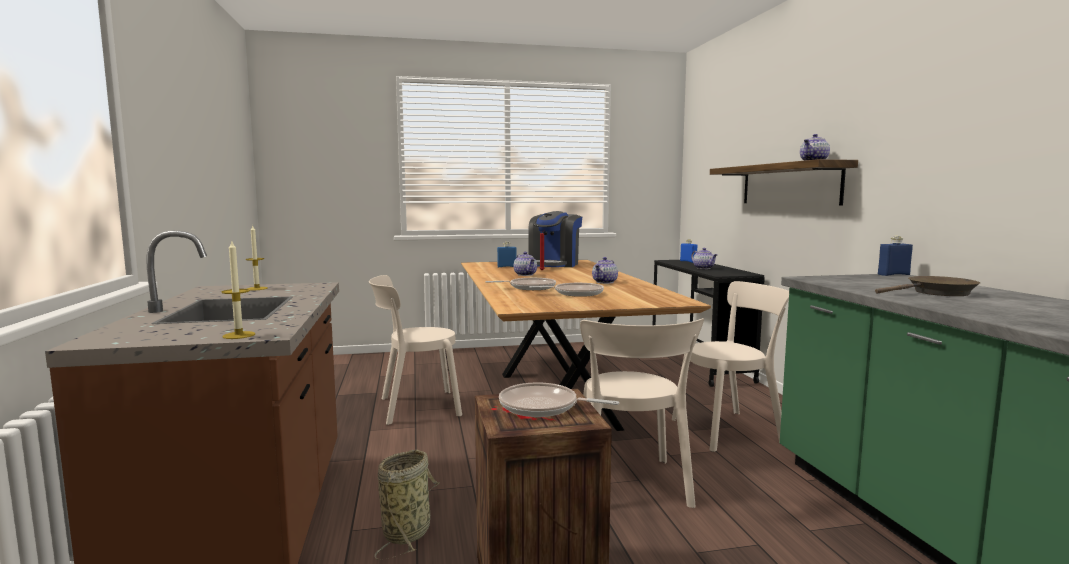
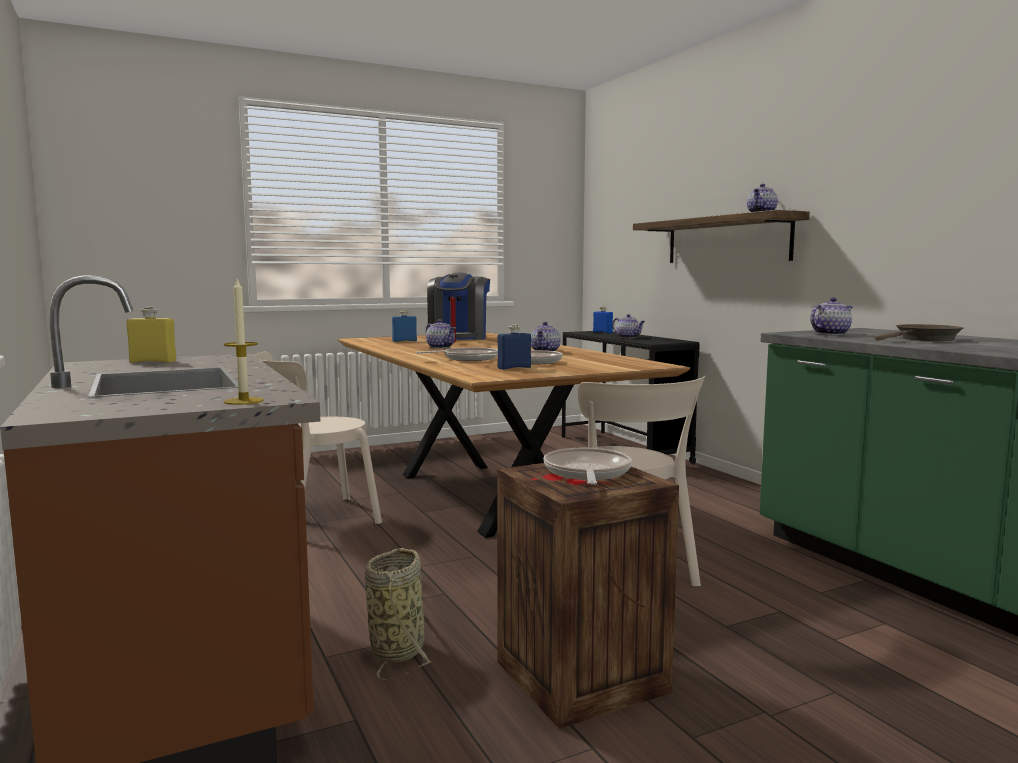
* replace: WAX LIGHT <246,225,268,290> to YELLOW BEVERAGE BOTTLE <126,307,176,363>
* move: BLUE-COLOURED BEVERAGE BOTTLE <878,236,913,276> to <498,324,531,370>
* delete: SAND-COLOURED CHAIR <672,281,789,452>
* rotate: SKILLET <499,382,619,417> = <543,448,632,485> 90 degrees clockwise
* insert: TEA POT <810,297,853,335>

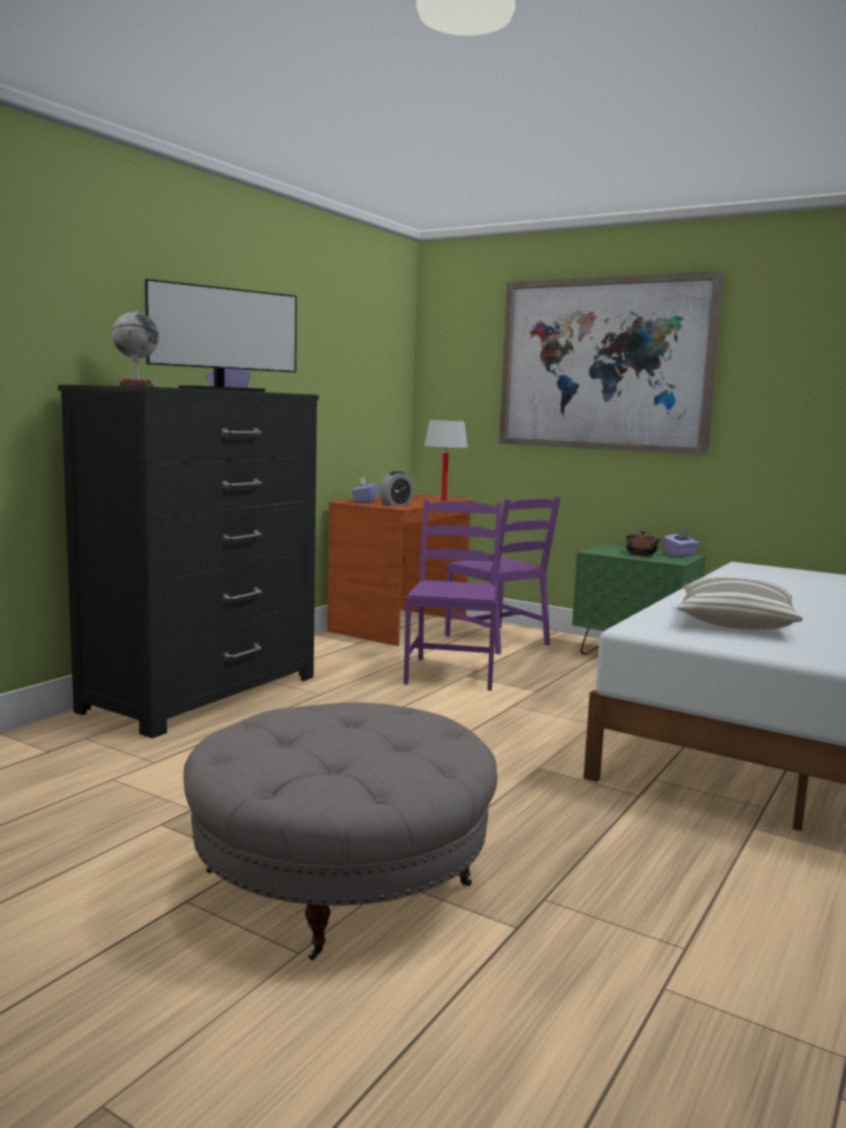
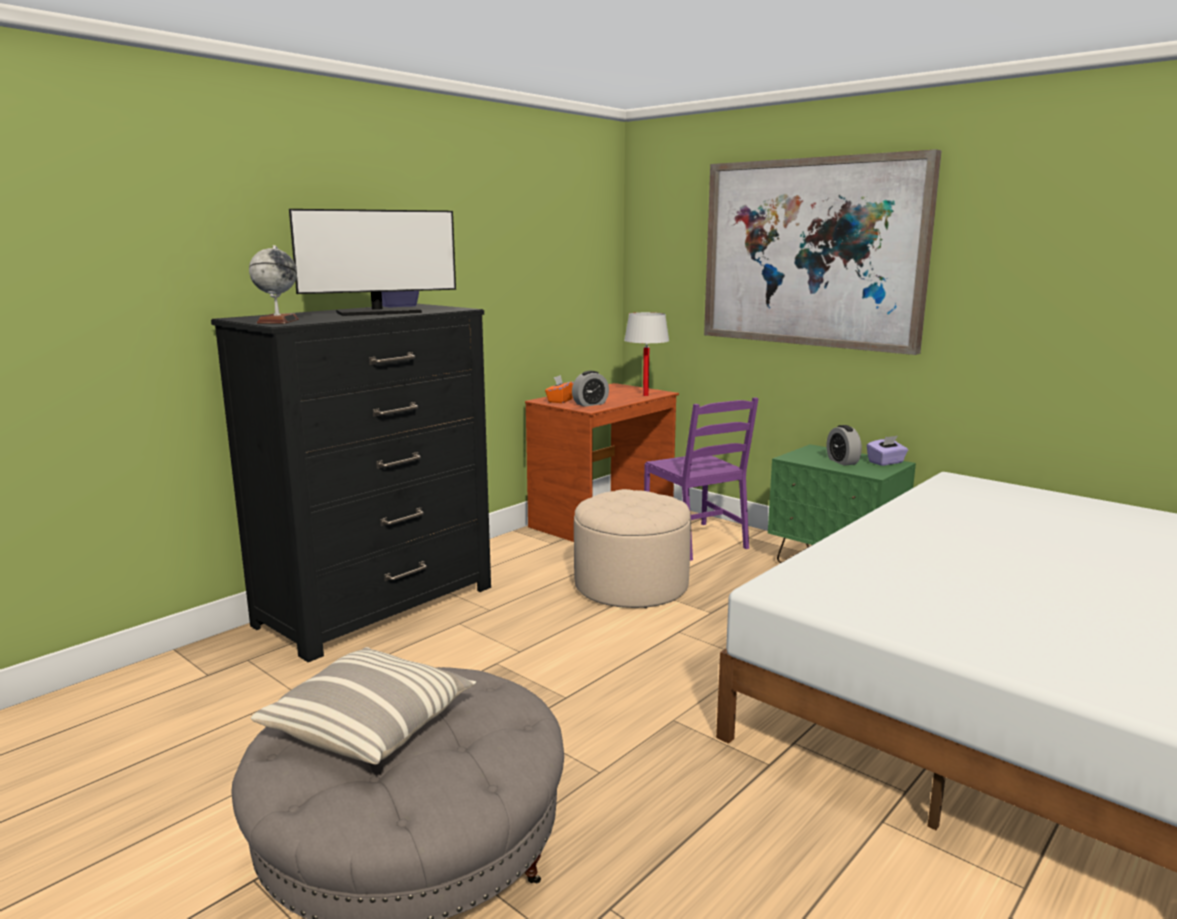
* recolor: PURPLE TISSUE BOX <351,477,379,503> to ORANGE TISSUE BOX <545,375,574,403>
* replace: PURPLE CHAIR <404,499,501,691> to SAND-COLOURED OTTOMAN <574,489,691,608>
* replace: BROWN TEA POT <626,531,661,556> to TABLE CLOCK <827,425,862,466>
* move: CUSHION <677,577,803,630> to <251,647,476,764>

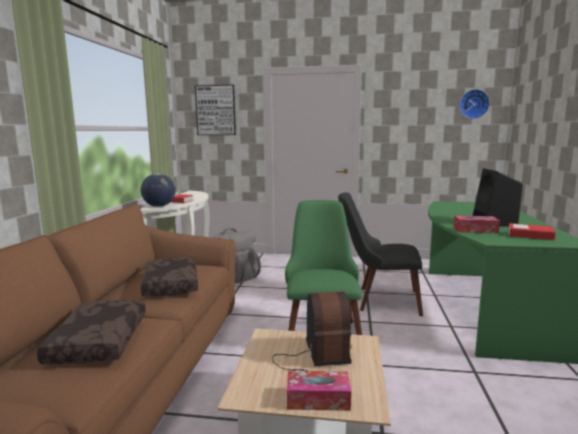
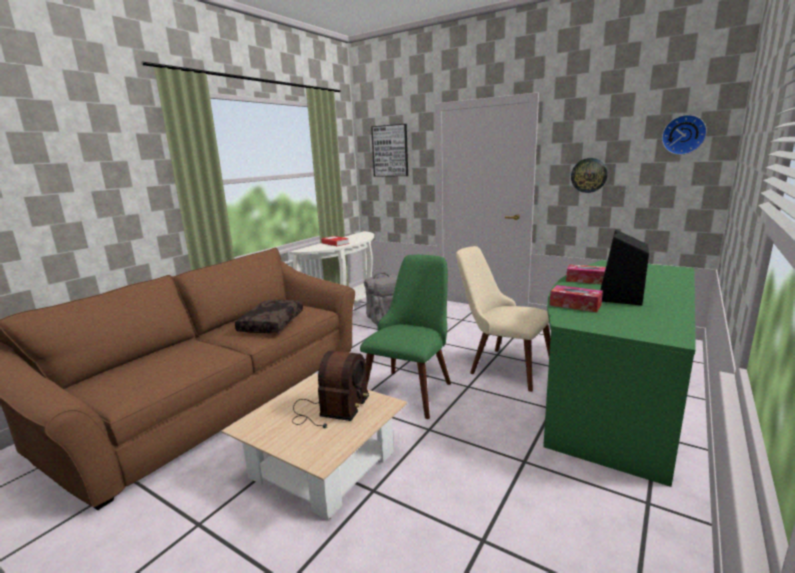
* delete: WORLD GLOBE <141,173,176,207>
* recolor: BLACKISH CHAIR <338,192,423,316> to SAND-COLOURED CHAIR <456,246,550,392>
* delete: VOLUME <508,223,556,240>
* delete: BROWN CUSHION <37,300,146,364>
* move: TISSUE BOX <287,371,351,411> to <566,264,606,284>
* insert: WALL CLOCK <571,158,608,193>

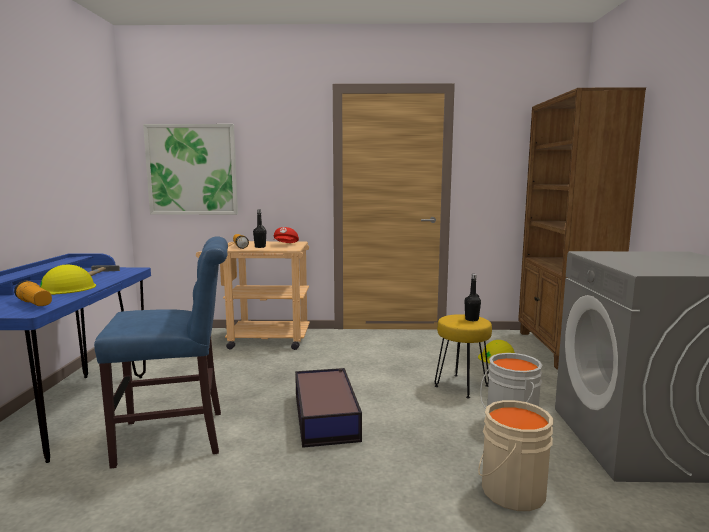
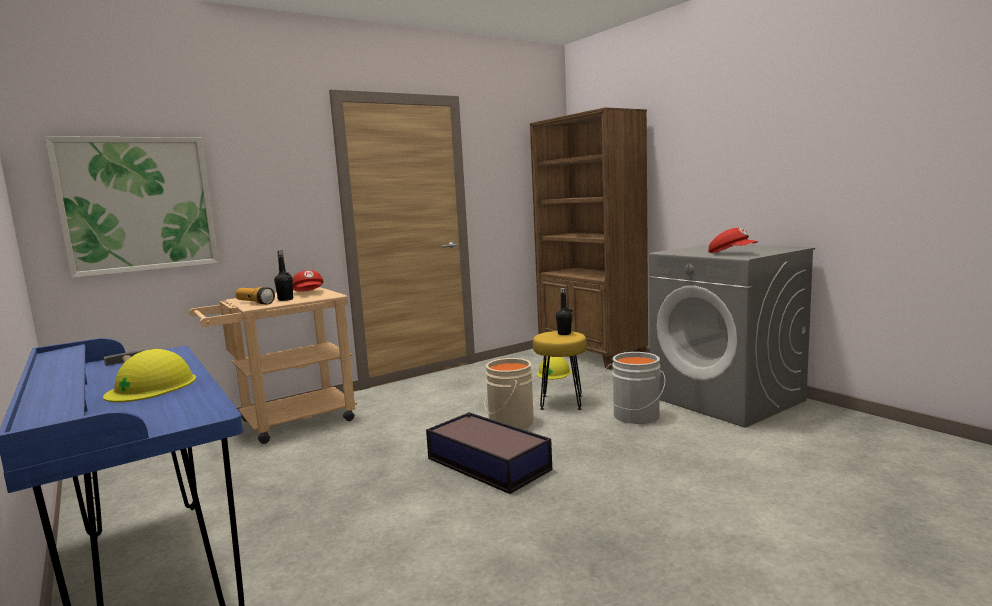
* delete: BLUE-COLOURED CHAIR <94,236,228,469>
* delete: HAND TORCH <14,281,52,306>
* move: SAND-COLOURED PAIL <478,400,553,511> to <484,358,534,429>
* insert: REDDISH BASEBALL CAP <709,228,758,253>

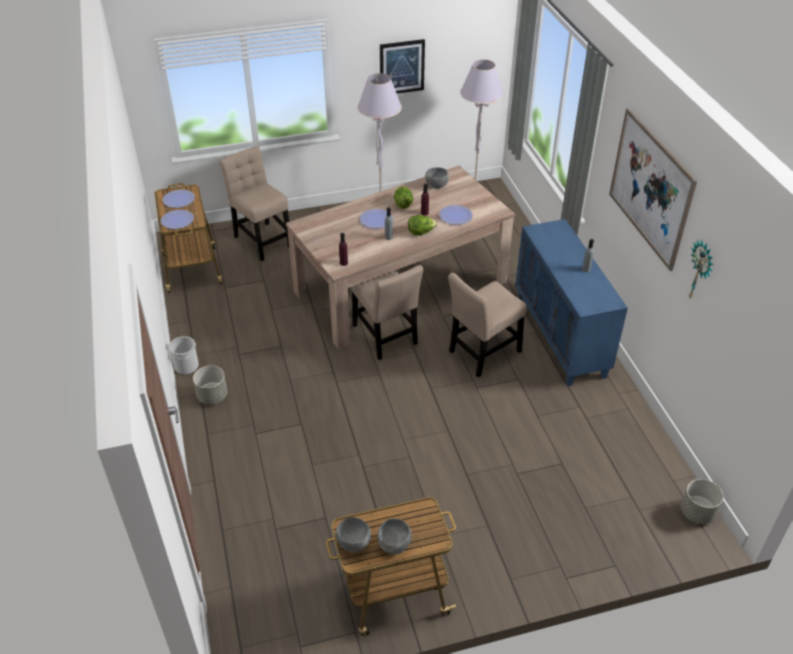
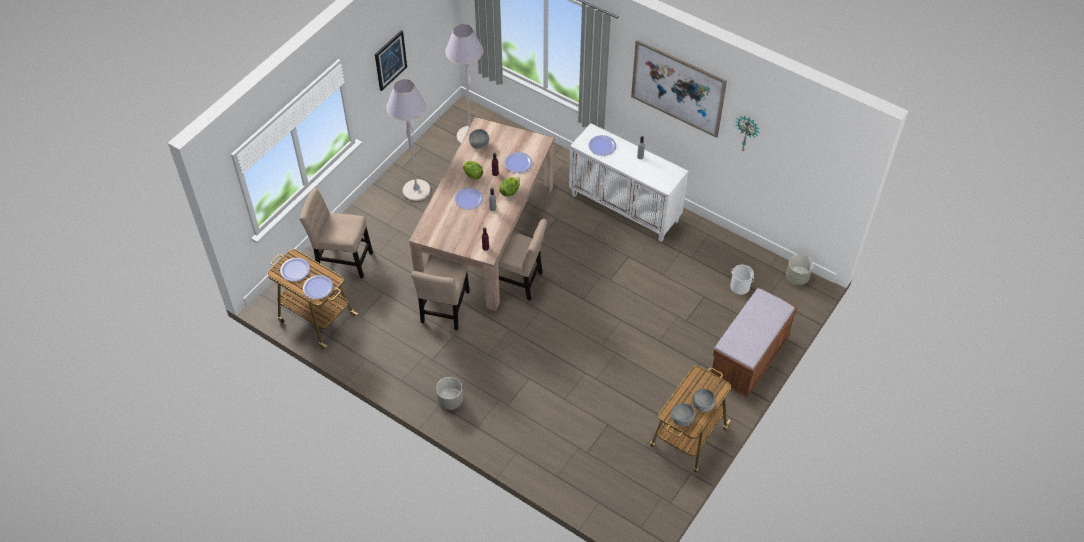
* recolor: BLUE-COLOURED STORAGE CABINET <515,219,628,386> to WHITISH STORAGE CABINET <569,123,689,242>
* move: SAND-COLOURED CHAIR <448,273,526,377> to <411,255,470,330>
* move: PAIL <168,336,199,374> to <730,265,754,295>
* insert: PLATE <588,135,616,156>
* insert: BROWN LONG SEAT <710,287,798,397>

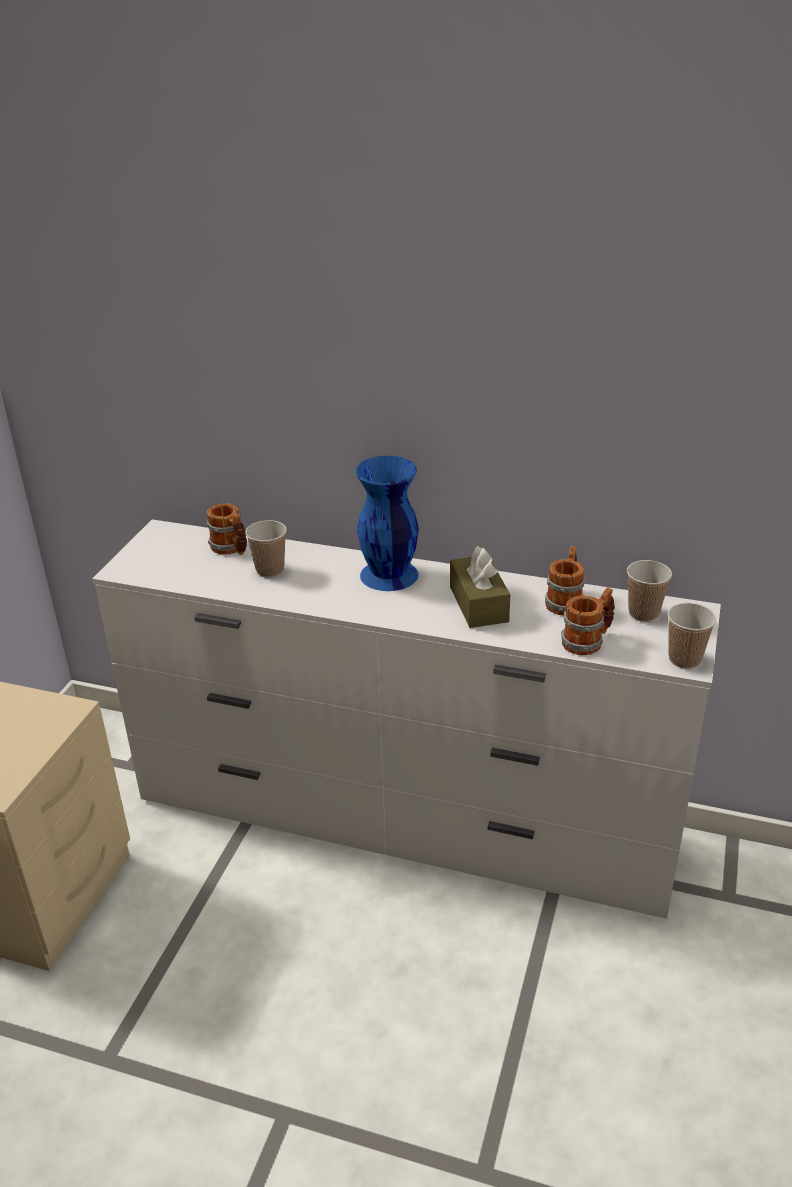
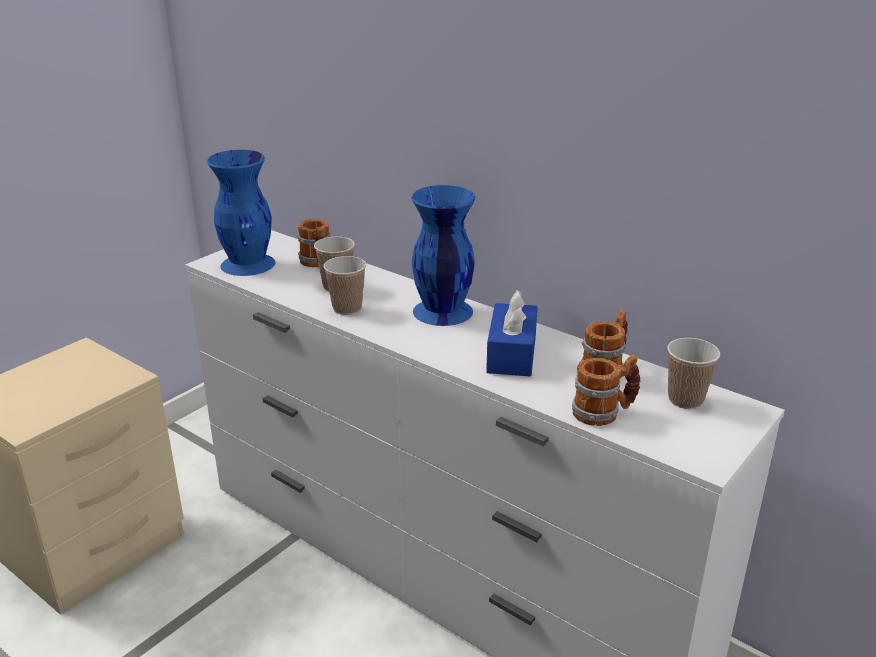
* recolor: BROWN TISSUE BOX <450,546,510,628> to BLUE-COLOURED TISSUE BOX <486,290,537,377>
* move: DRINKING CUP <668,603,716,669> to <323,256,366,315>
* insert: BLUE-COLOURED DECORATIVE VASE <207,150,275,276>

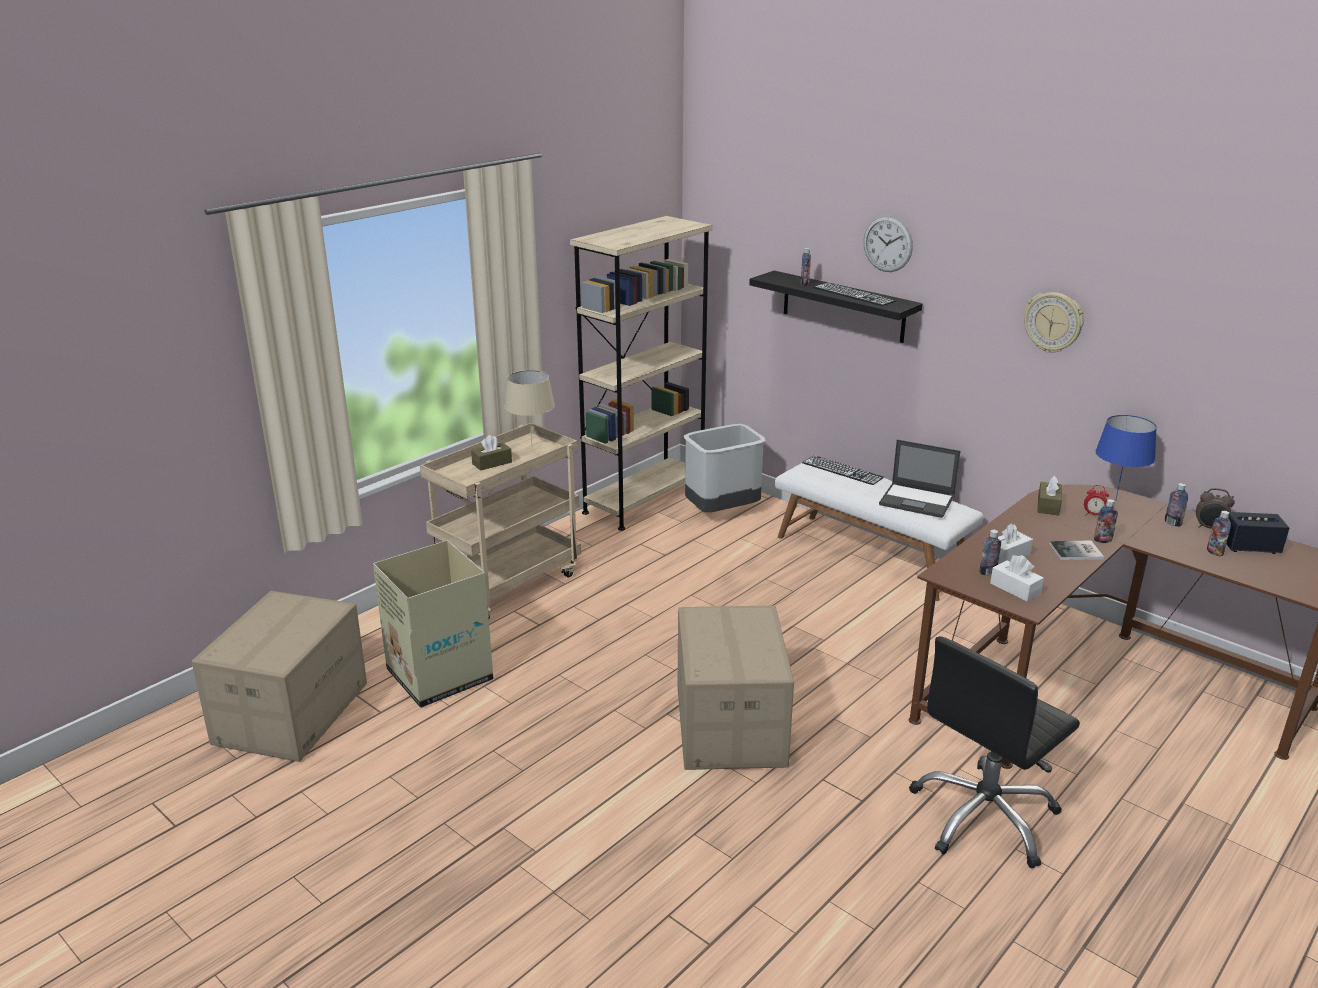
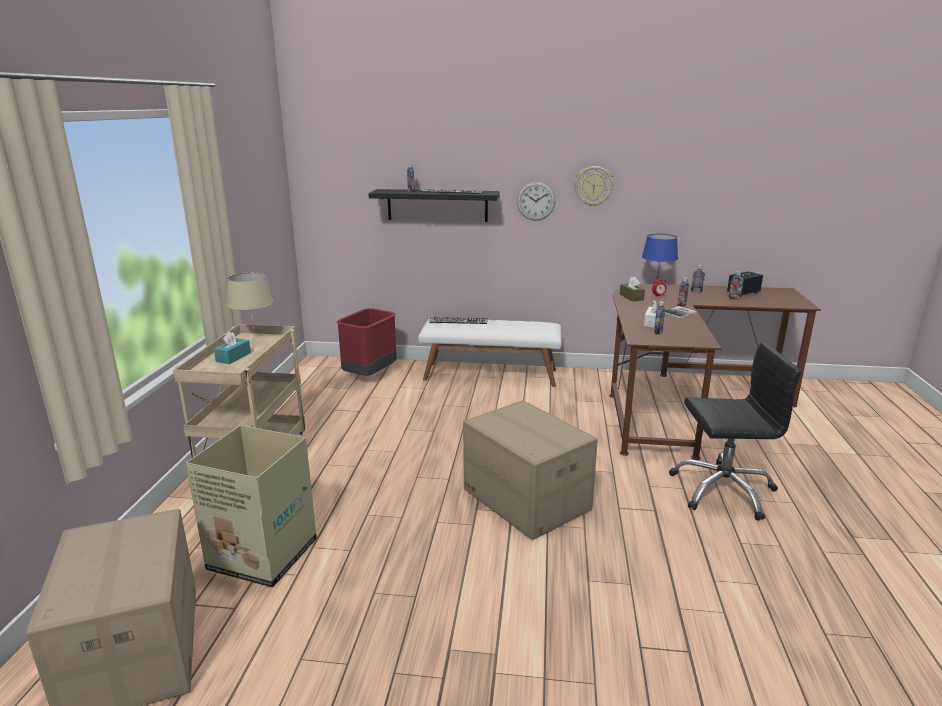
* delete: SAND-COLOURED BOOKCASE <570,216,713,531>
* move: WALL CLOCK <864,216,913,272> to <517,181,556,221>
* recolor: GREYISH WASTE BIN <684,424,766,512> to REDDISH WASTE BIN <336,308,397,376>
* recolor: BROWN TISSUE BOX <471,435,512,471> to TURQUOISE TISSUE BOX <214,331,251,364>
* delete: NOTEBOOK COMPUTER <879,440,960,518>
* delete: TABLE CLOCK <1196,488,1235,529>
* delete: WHITISH TISSUE BOX <990,555,1044,602>
* rotate: BLACKISH DESK CHAIR <909,636,1080,869> = <669,342,801,521> 105 degrees counterclockwise

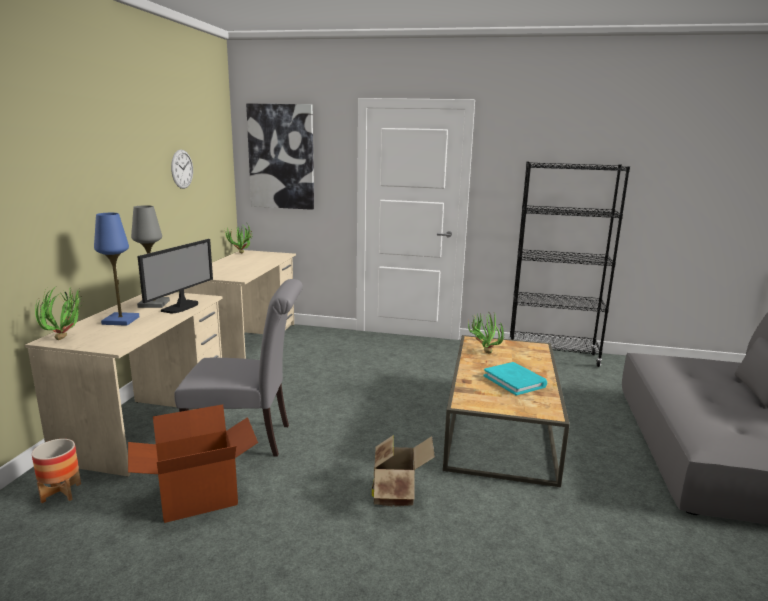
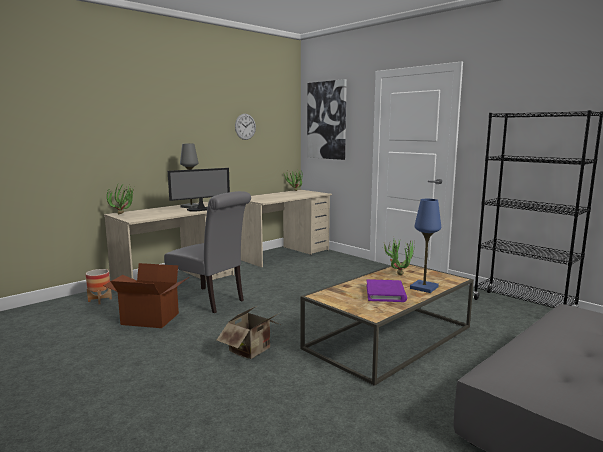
* move: BLUE-COLOURED TABLETOP LAMP <94,213,140,326> to <410,199,441,293>
* recolor: TURQUOISE VOLUME <483,362,547,396> to PURPLE VOLUME <366,279,407,302>

